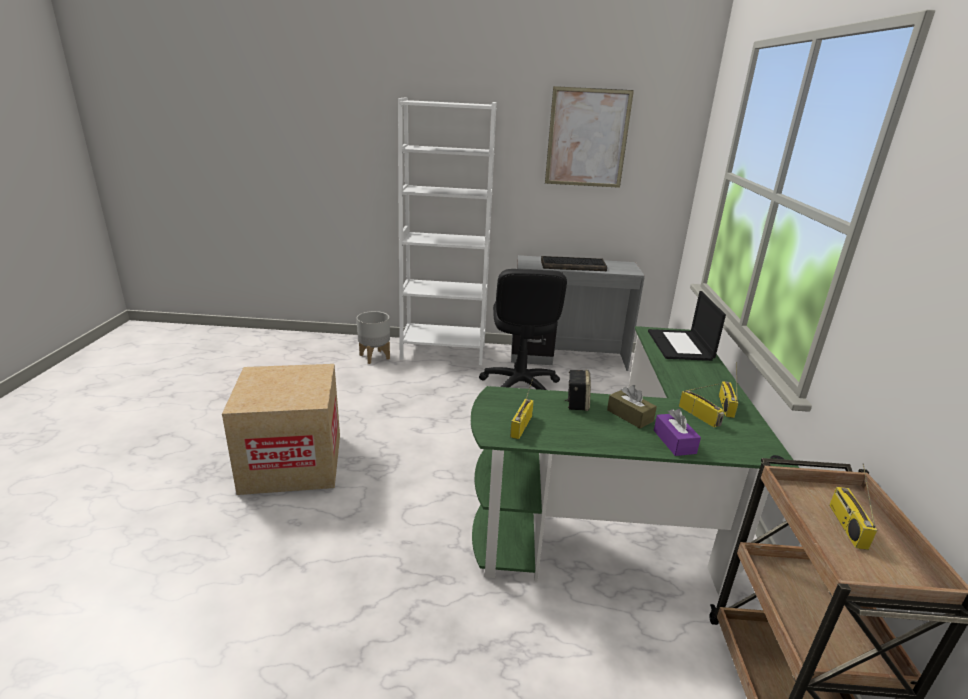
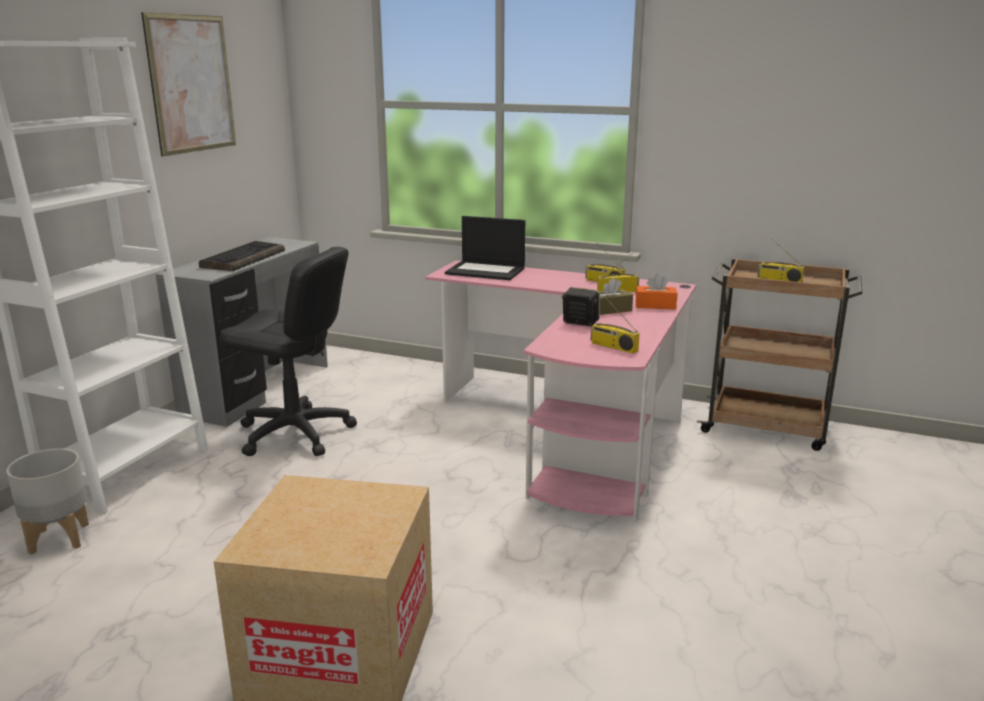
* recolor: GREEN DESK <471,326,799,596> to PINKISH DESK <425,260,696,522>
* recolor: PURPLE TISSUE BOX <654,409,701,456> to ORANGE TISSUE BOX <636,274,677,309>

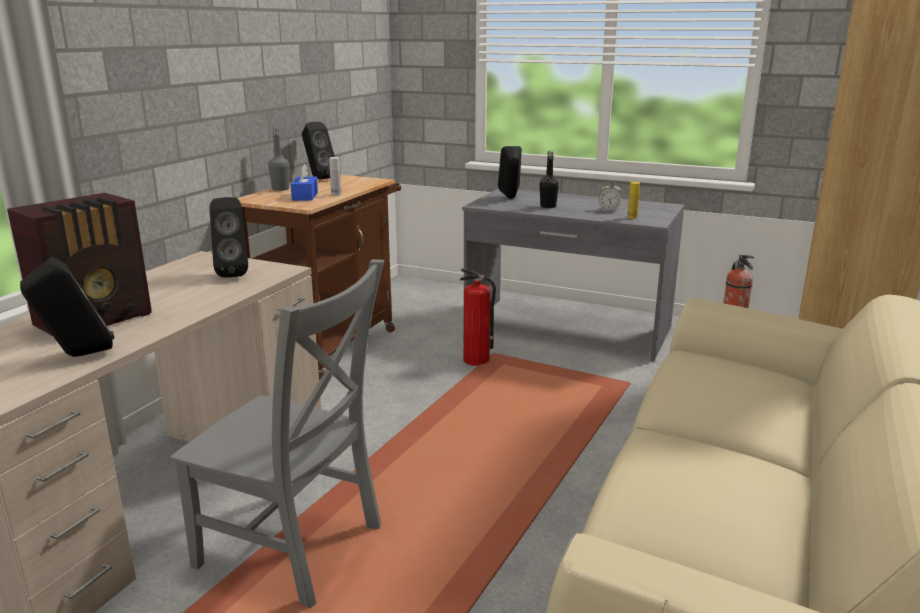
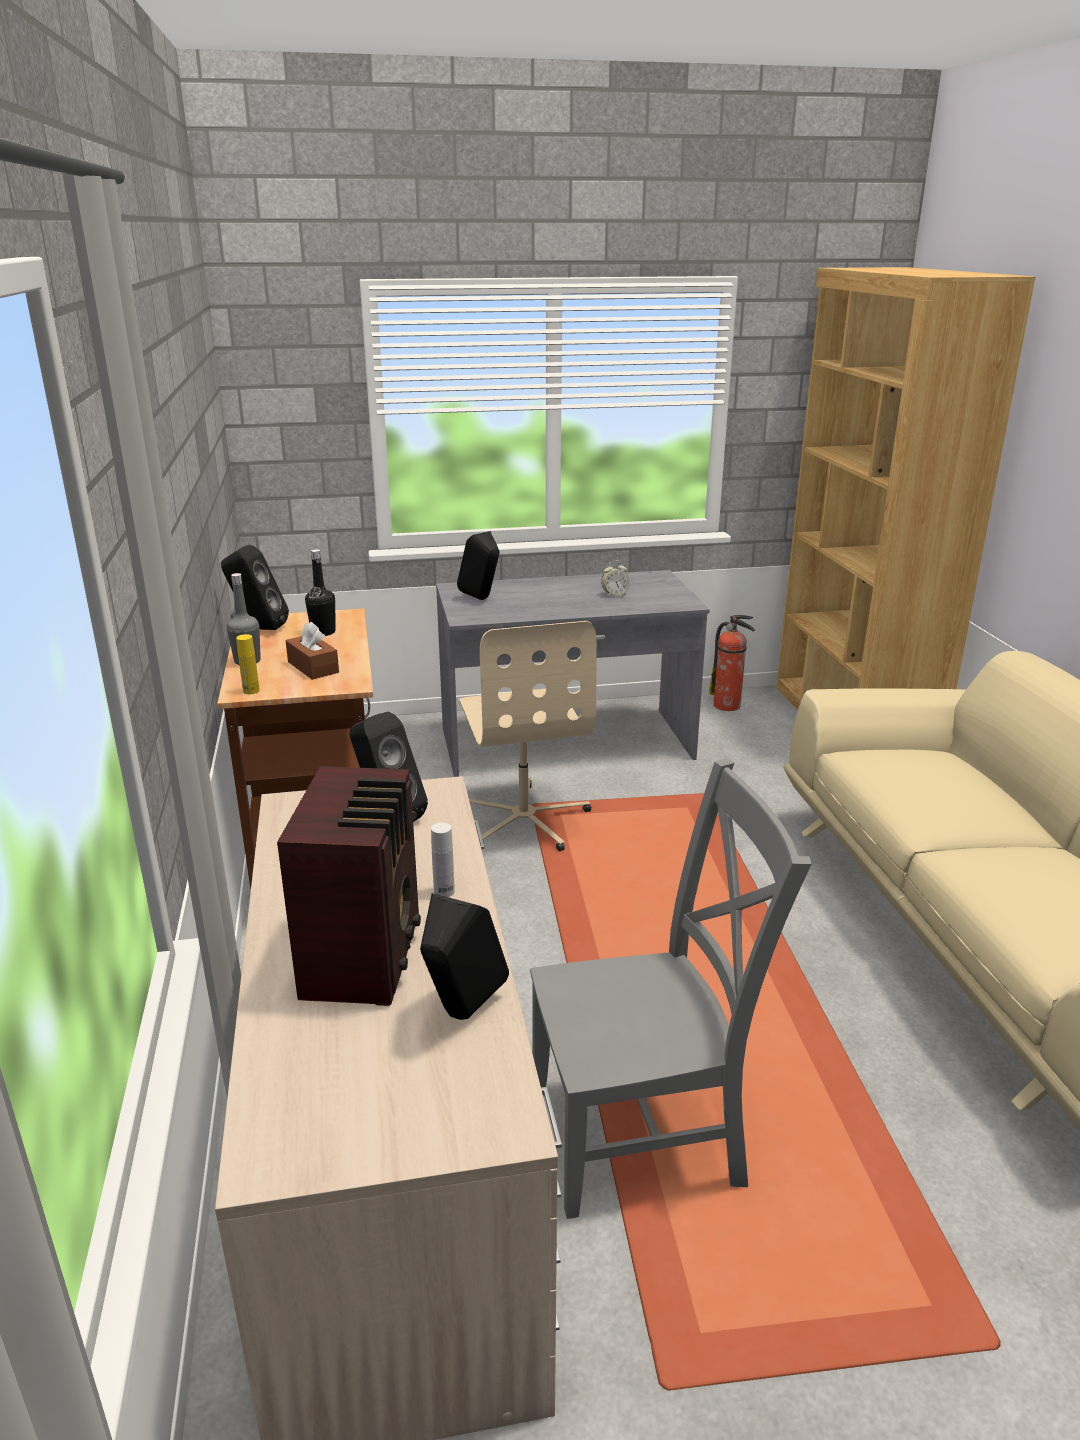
* move: BLACKISH BEVERAGE BOTTLE <540,151,559,208> to <305,549,335,636>
* move: WHITISH BEVERAGE BOTTLE <329,157,341,196> to <431,823,455,897>
* recolor: BLUE-COLOURED TISSUE BOX <291,164,318,201> to BROWN TISSUE BOX <286,622,339,680>
* move: YELLOW BEVERAGE BOTTLE <627,182,640,219> to <236,634,260,694>
* replace: EXTINGUISHER <460,268,496,366> to SAND-COLOURED DESK CHAIR <459,621,597,851>

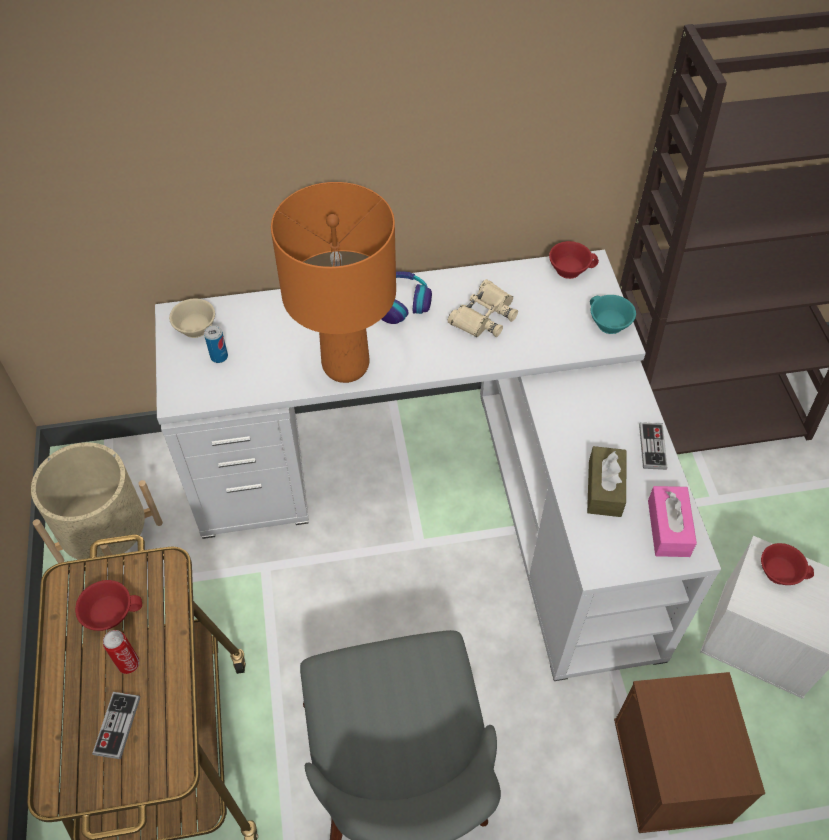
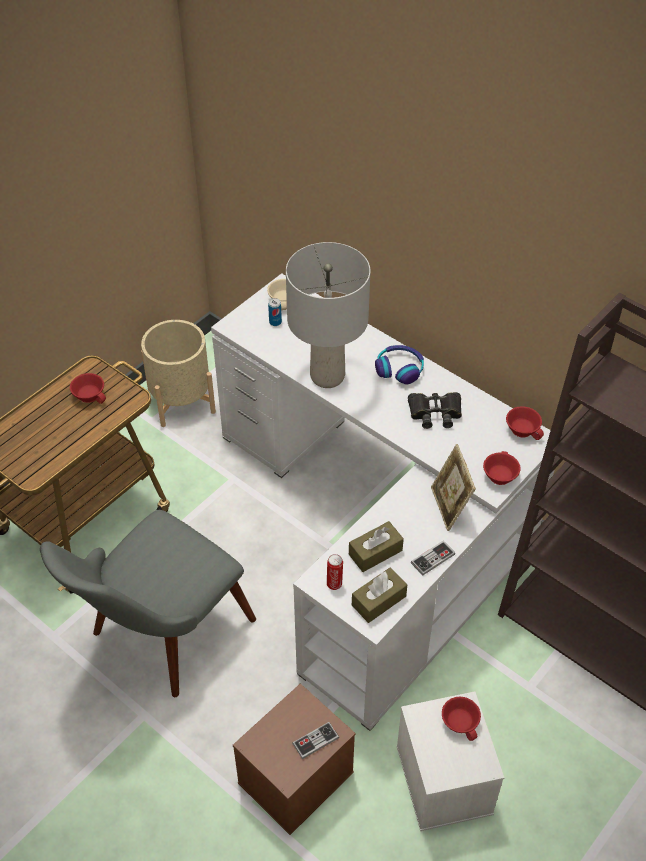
* recolor: ORANGE TABLETOP LAMP <271,182,396,383> to GREYISH TABLETOP LAMP <286,242,370,388>
* recolor: SAND-COLOURED BINOCULARS <448,279,518,337> to BLACKISH BINOCULARS <408,392,462,429>
* recolor: TURQUOISE DRINKING CUP <590,295,636,334> to REDDISH DRINKING CUP <483,451,521,485>
* recolor: PINKISH TISSUE BOX <648,486,697,557> to BROWN TISSUE BOX <352,568,407,623>
* move: SEALED CAN <103,630,140,674> to <327,554,343,590>
* move: JOYPAD <92,692,140,759> to <292,722,339,759>
* insert: STANDING FRAME <431,444,476,531>

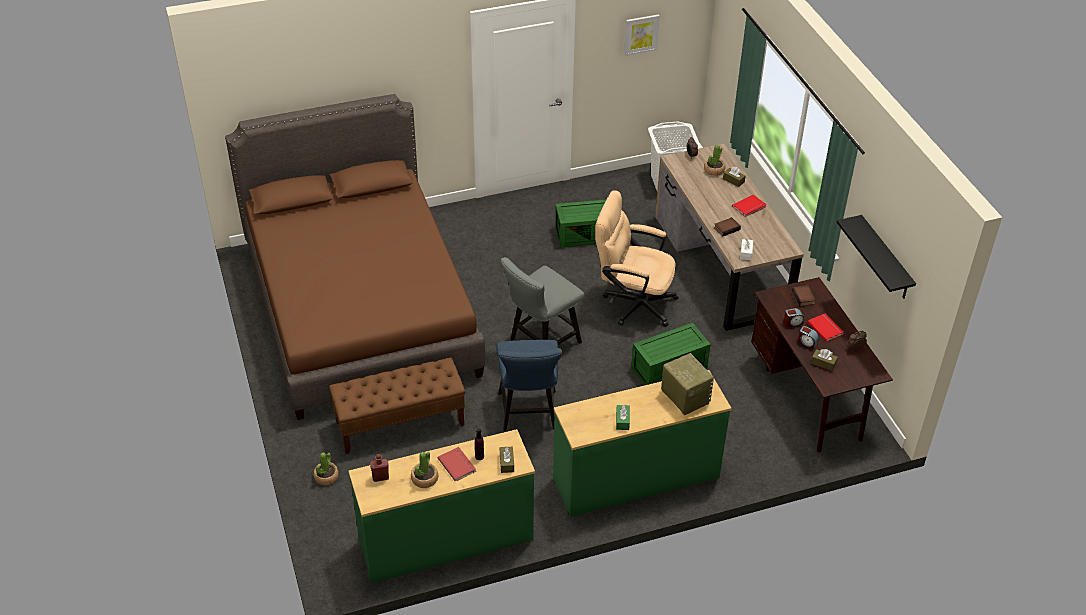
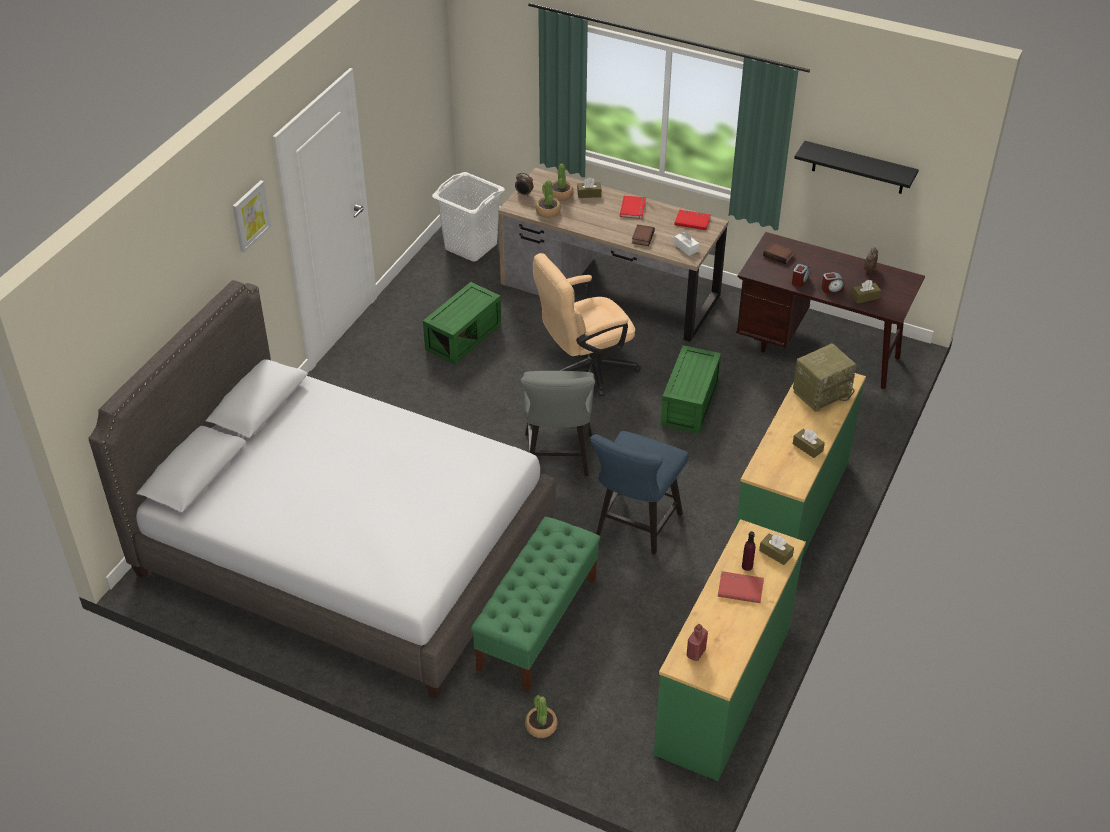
* move: WALL PICTURE <624,14,660,56> to <233,180,271,252>
* recolor: BROWN SLEEPING BED <225,94,485,420> to GREYISH SLEEPING BED <88,280,556,699>
* move: REDDISH VOLUME <807,314,844,342> to <674,210,711,230>
* rotate: BLUE-COLOURED CHAIR <496,340,563,431> = <590,431,689,555> 75 degrees clockwise
* rotate: RADIO <661,353,714,415> = <793,343,857,412> 135 degrees clockwise
* recolor: BROWN LONG SEAT <329,358,465,454> to GREEN LONG SEAT <470,517,600,691>
* recolor: GREEN TISSUE BOX <616,405,630,430> to BROWN TISSUE BOX <793,428,825,458>
* move: HOUSEPLANT <411,452,438,488> to <535,180,561,218>

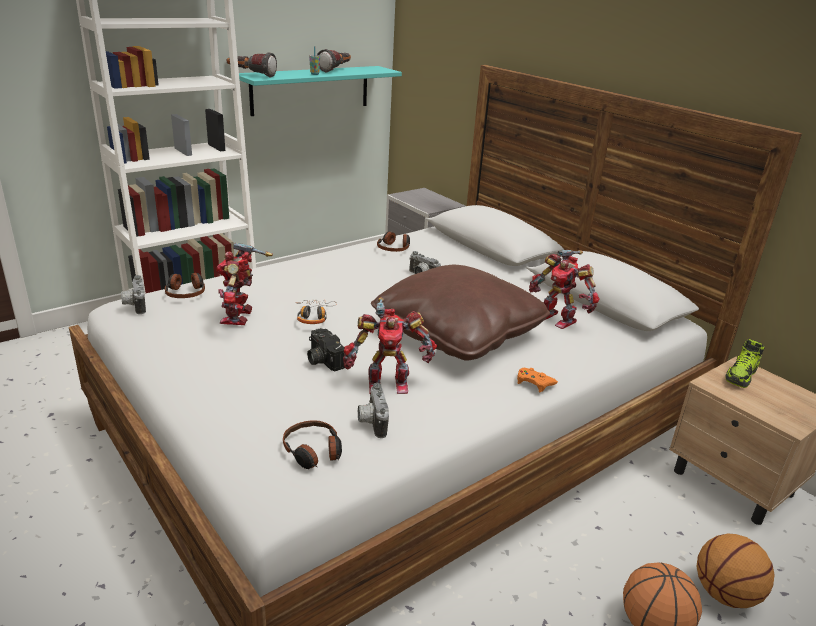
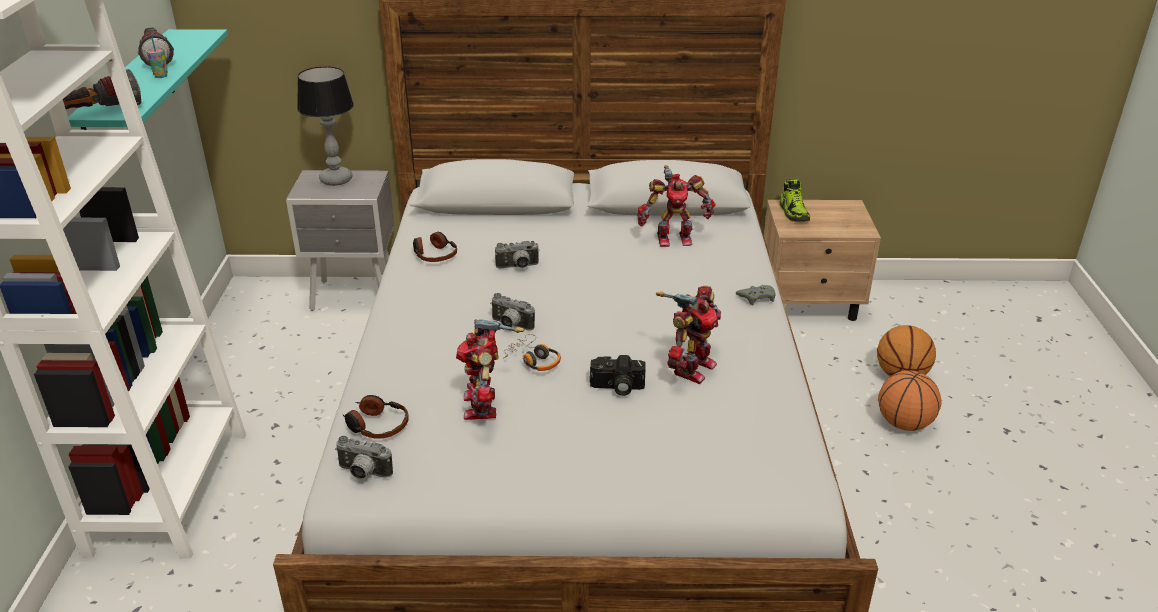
* rotate: ROBOT FIGURE <216,242,273,325> = <456,319,524,420> 45 degrees clockwise
* delete: BROWN CUSHION <371,265,550,361>
* recolor: ORANGE JOYPAD <517,368,558,392> to GREYISH JOYPAD <736,285,776,306>
* move: PHOTO CAMERA <358,383,389,438> to <490,293,535,330>
* delete: HEADPHONES <283,420,342,469>
* insert: TABLETOP LAMP <297,66,354,186>

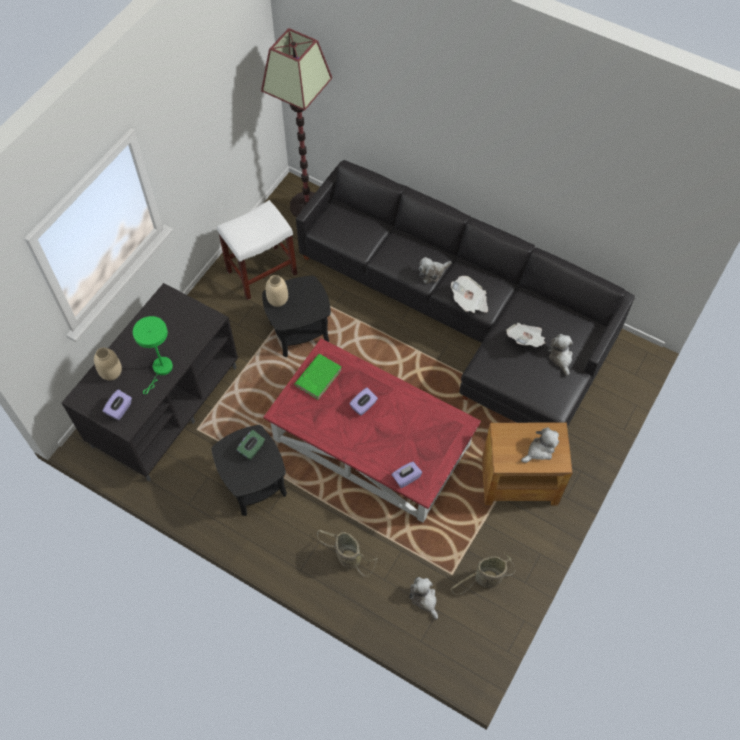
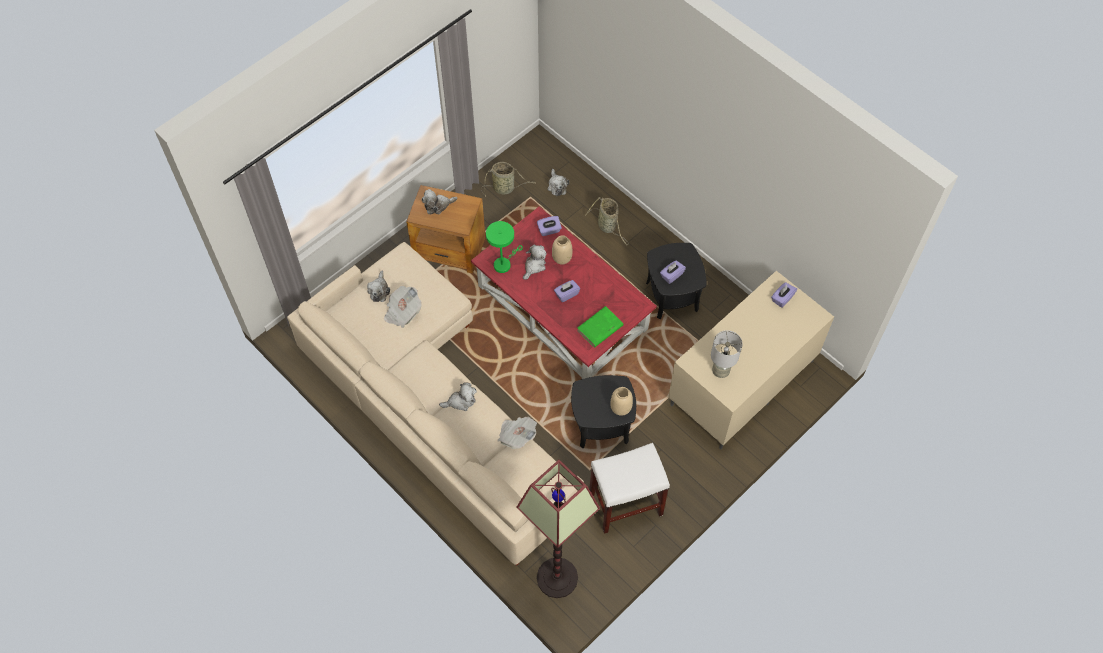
* recolor: BLACKISH COUCH <296,160,635,427> to SAND-COLOURED COUCH <287,242,584,566>
* move: PRINTED PAPER <451,276,488,313> to <498,417,537,449>
* recolor: BLACKISH TV STAND <62,283,238,482> to SAND-COLOURED TV STAND <668,271,834,449>
* move: GREEN TABLETOP LAMP <133,316,173,394> to <486,221,523,273>
* move: SAND-COLOURED DECORATIVE VASE <94,347,122,380> to <552,235,572,265>
* recolor: GREEN TISSUE BOX <236,430,265,460> to PURPLE TISSUE BOX <660,260,686,284>
* insert: CUDDLY TOY <523,245,547,280>
* insert: GREYISH TABLETOP LAMP <711,330,742,378>

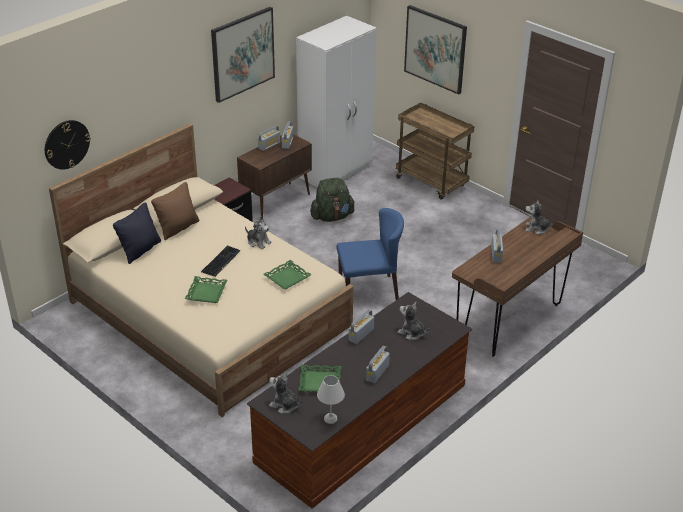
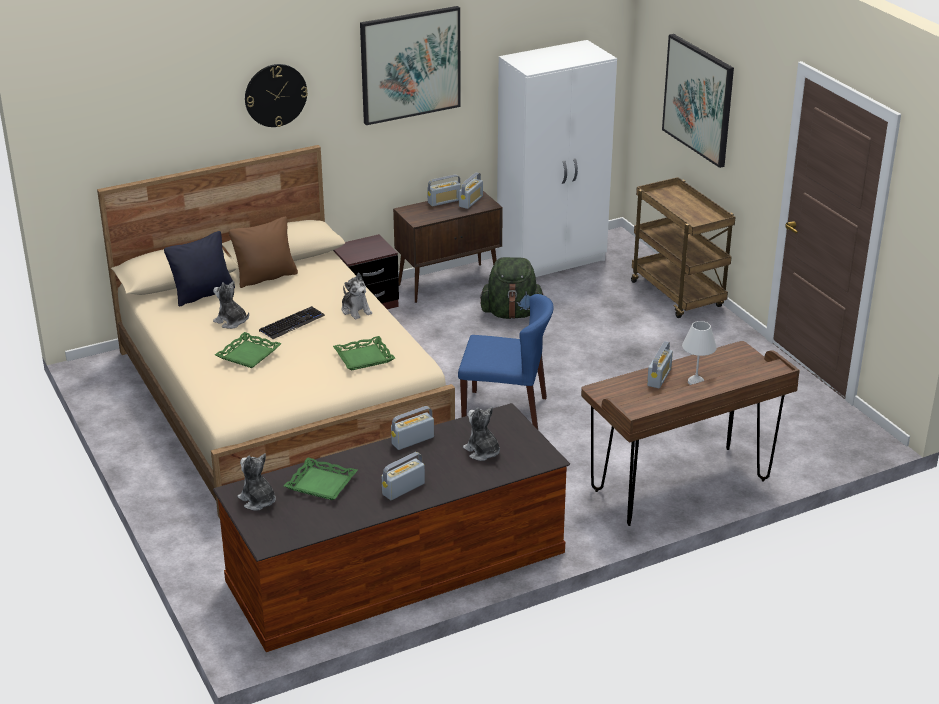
* move: WALL CLOCK <45,120,91,170> to <245,64,308,127>
* move: CUDDLY TOY <525,200,556,234> to <213,281,249,329>
* move: WHITISH TABLETOP LAMP <317,375,345,424> to <682,321,717,385>

